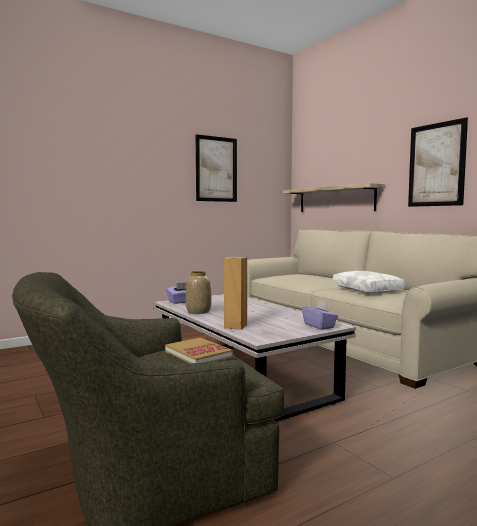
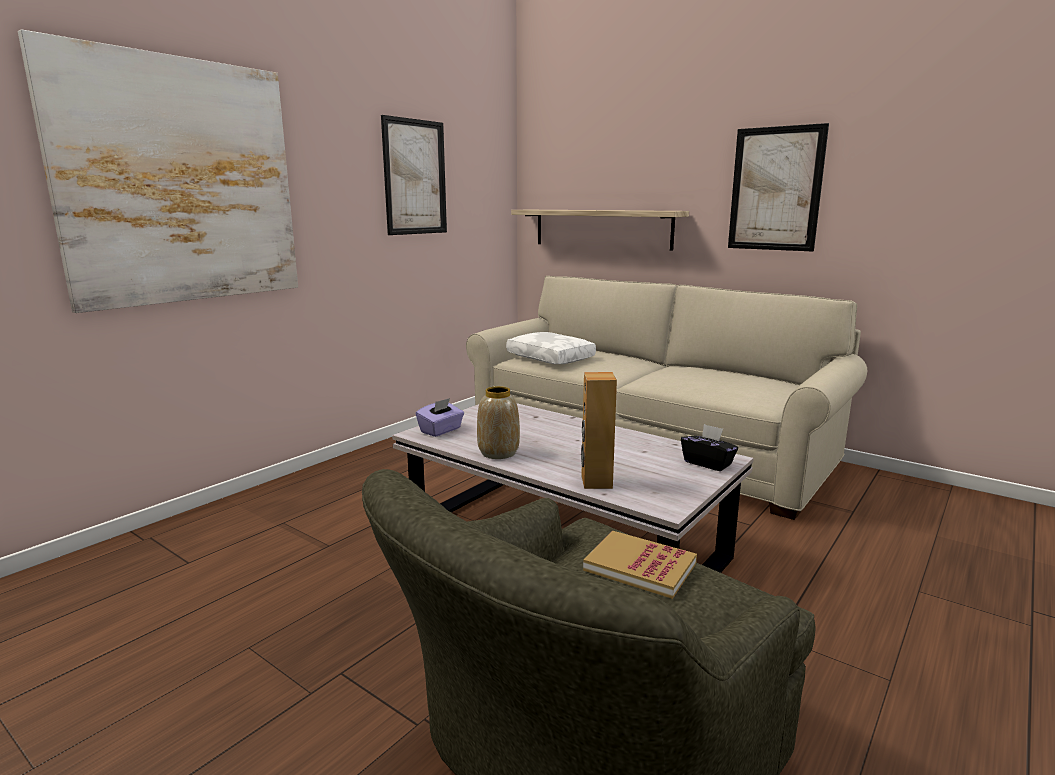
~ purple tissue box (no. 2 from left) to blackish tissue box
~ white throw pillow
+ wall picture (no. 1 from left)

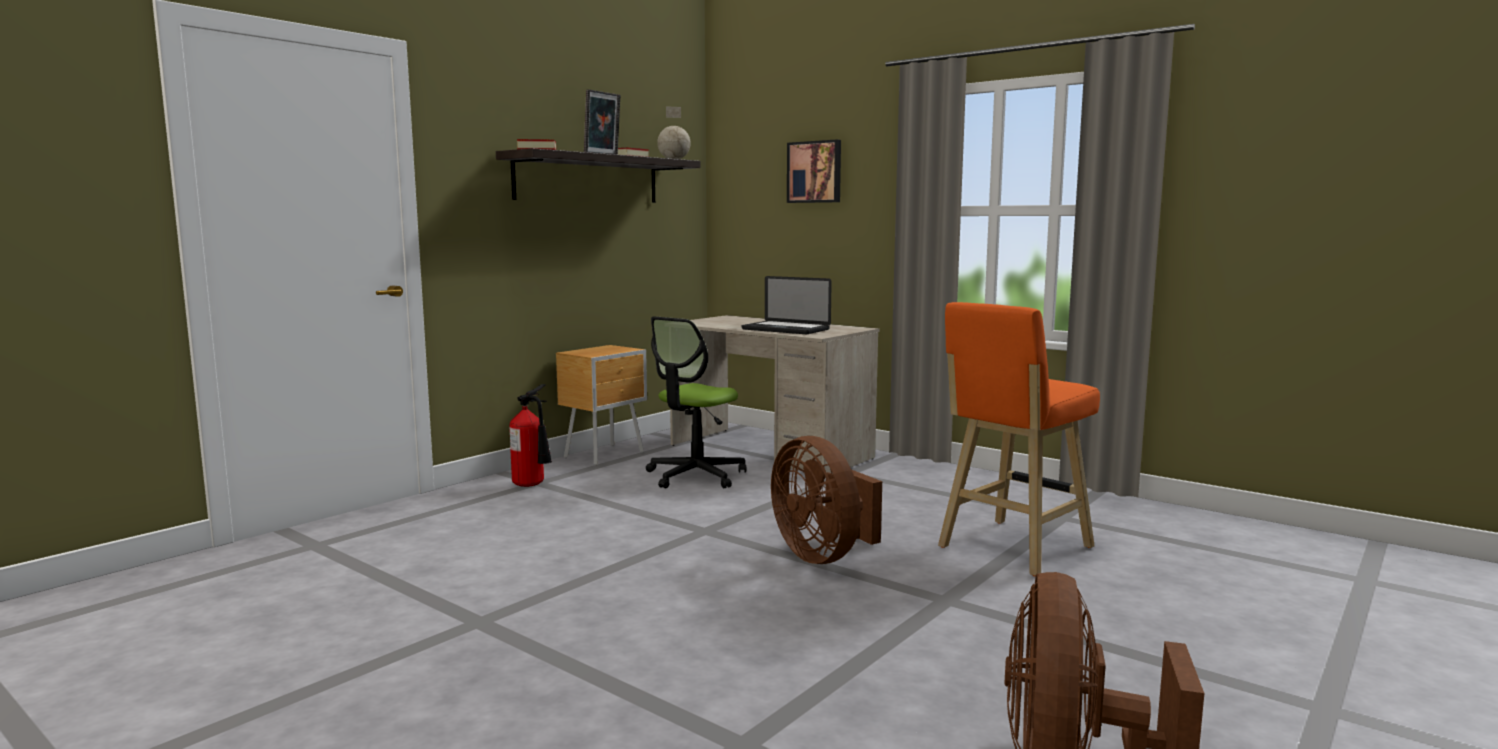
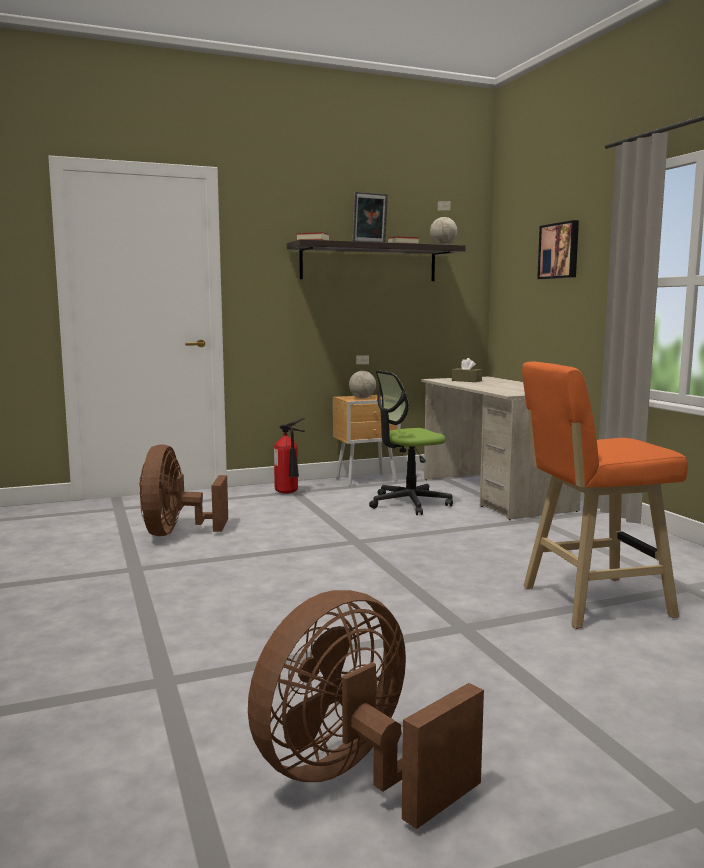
- portable computer
~ brown cooling fan (no. 1 from left)
+ world globe (no. 1 from left)
+ brown tissue box

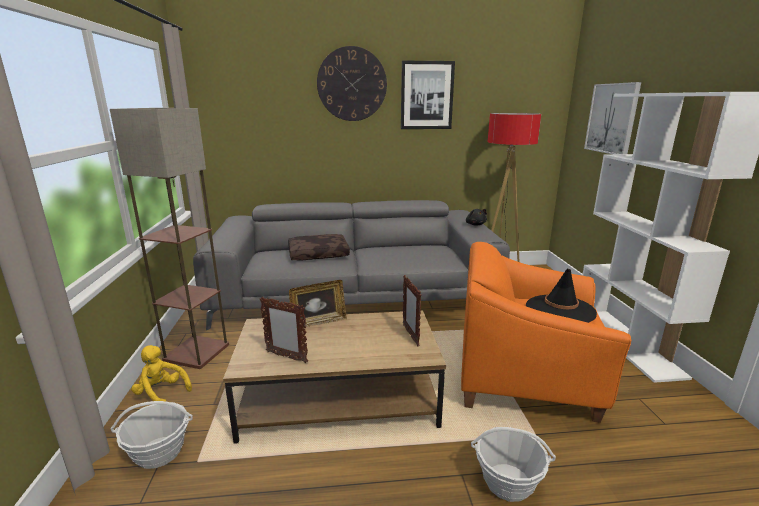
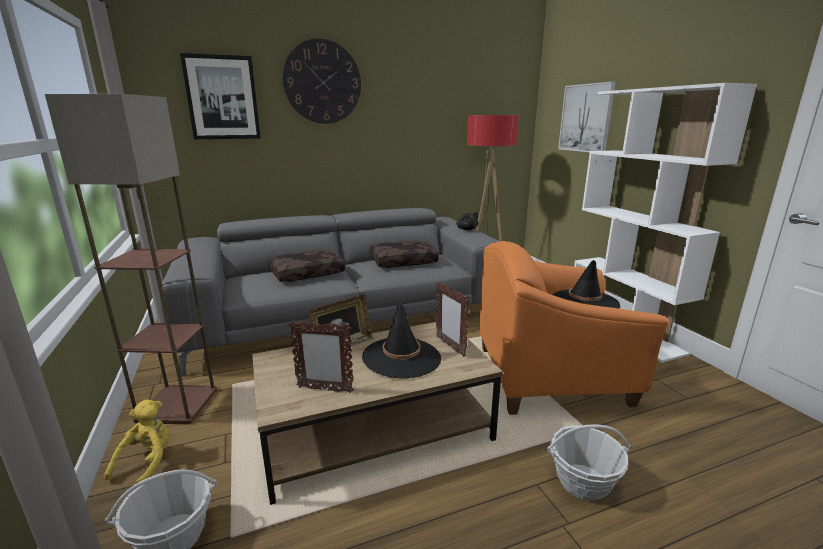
~ yellow soft toy 90 degrees clockwise
~ wall picture (no. 1 from left)
+ blackish clothing hat (no. 1 from left)
+ brown throw pillow (no. 2 from left)

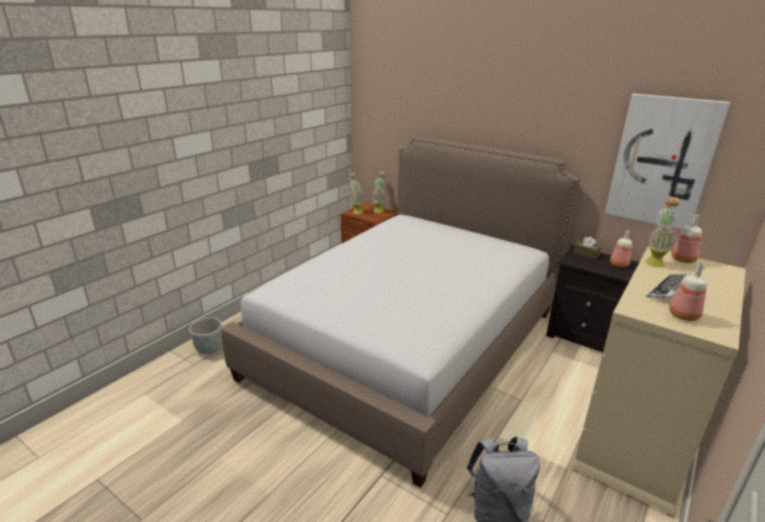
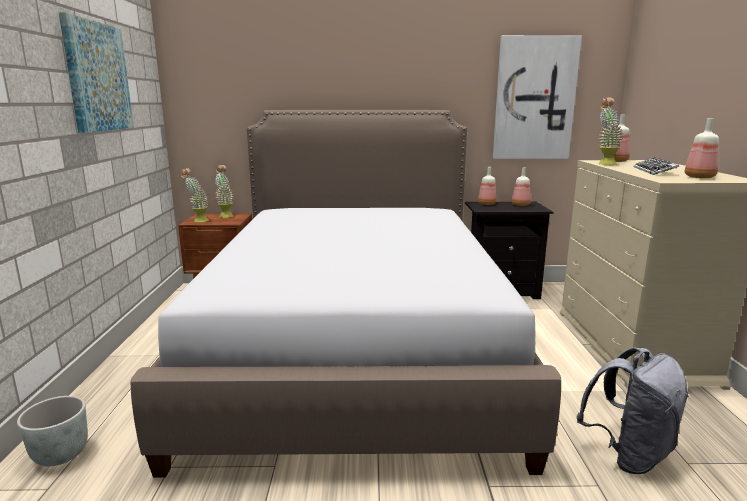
~ brown tissue box to drink bottle (no. 1 from left)
+ wall picture (no. 1 from left)

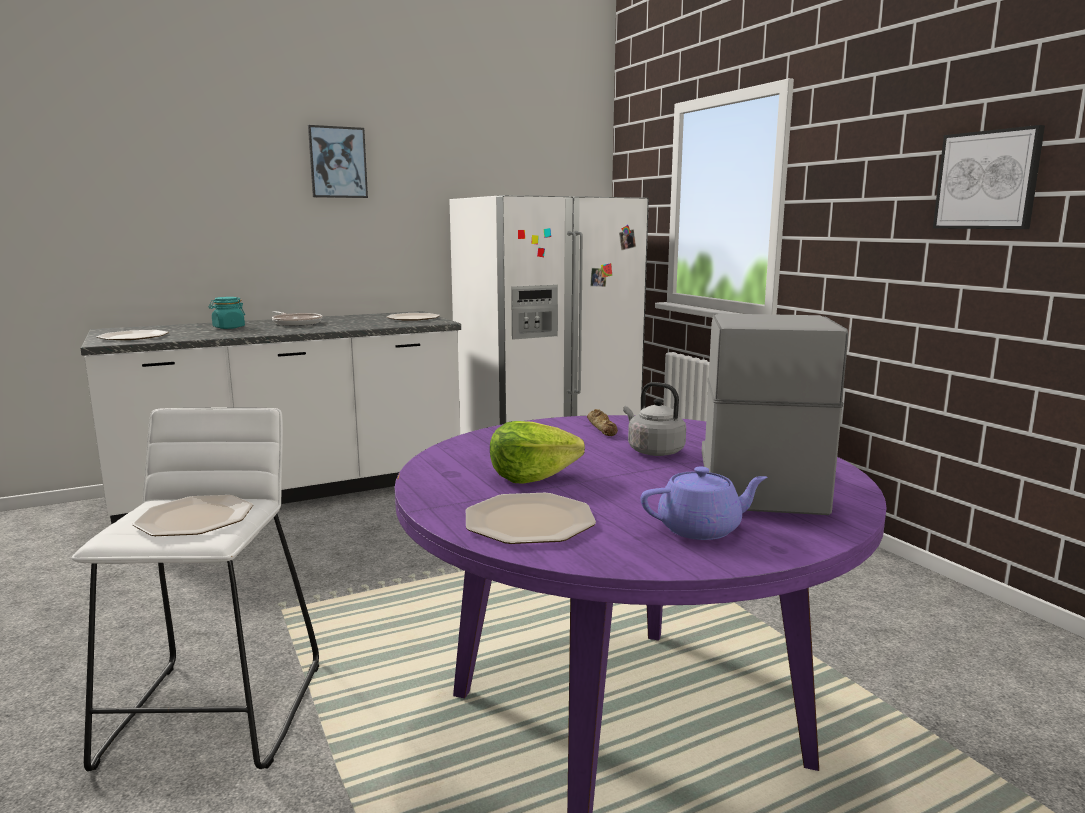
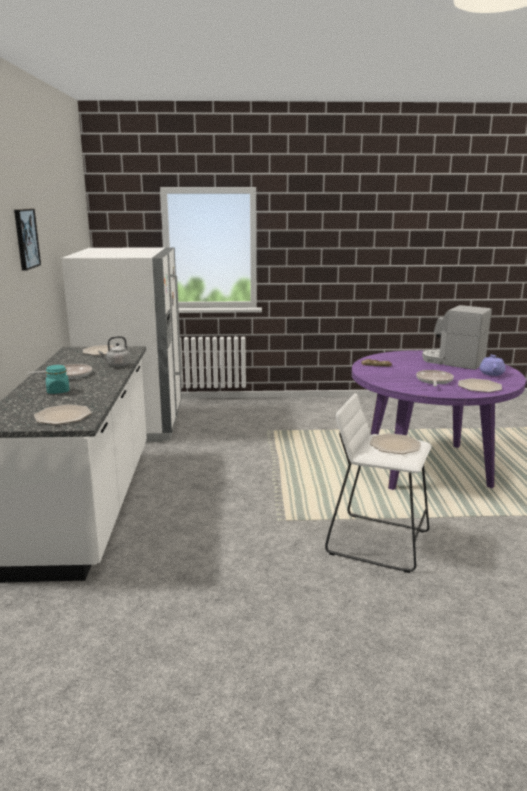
~ lettuce head to frying pan (no. 2 from left)
~ greyish tea kettle
- wall picture (no. 2 from left)

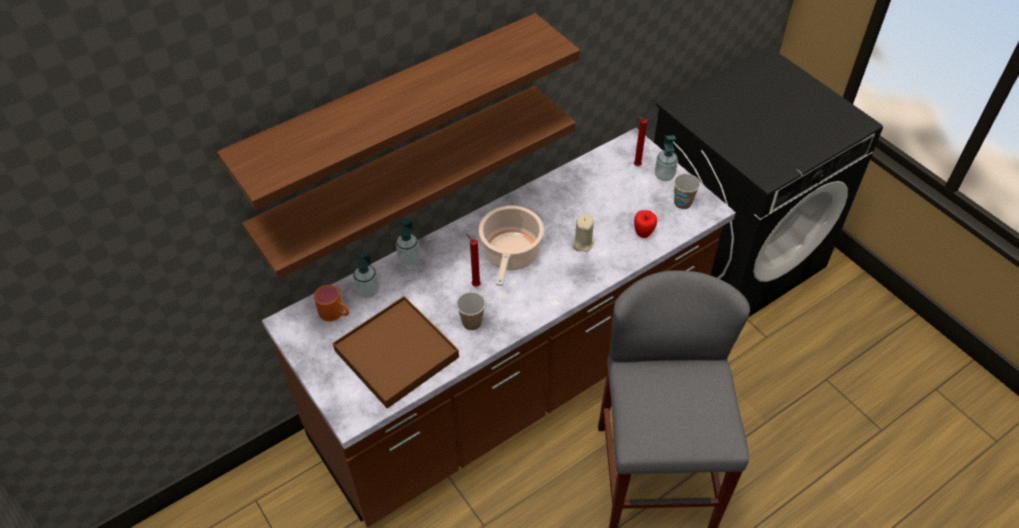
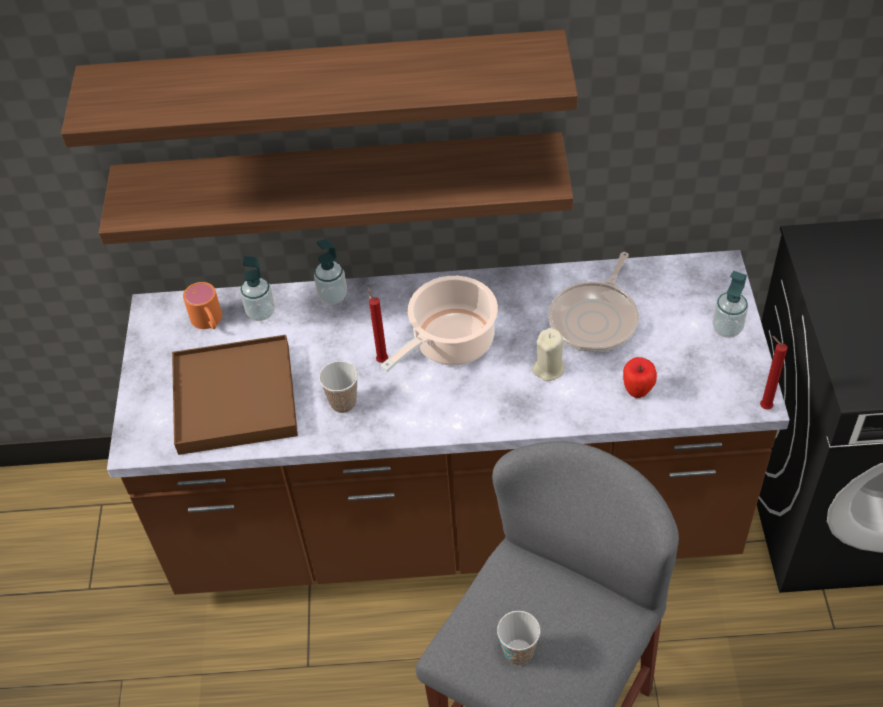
~ red candle (no. 2 from left)
~ cup (no. 2 from left)
+ frying pan

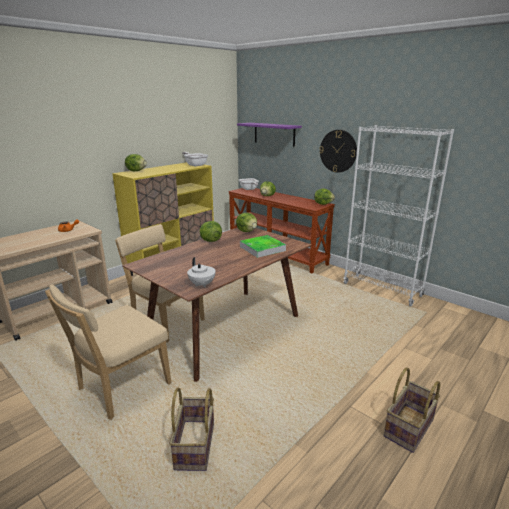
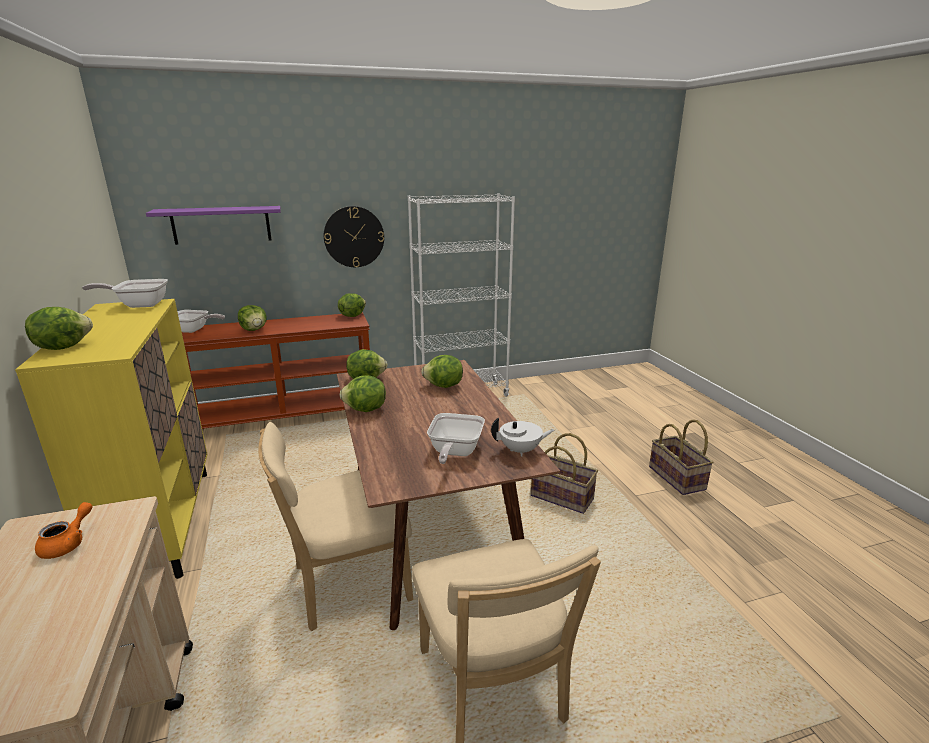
~ basket (no. 1 from left)
~ serving tray to lettuce head (no. 6 from left)
+ frying pan (no. 3 from left)

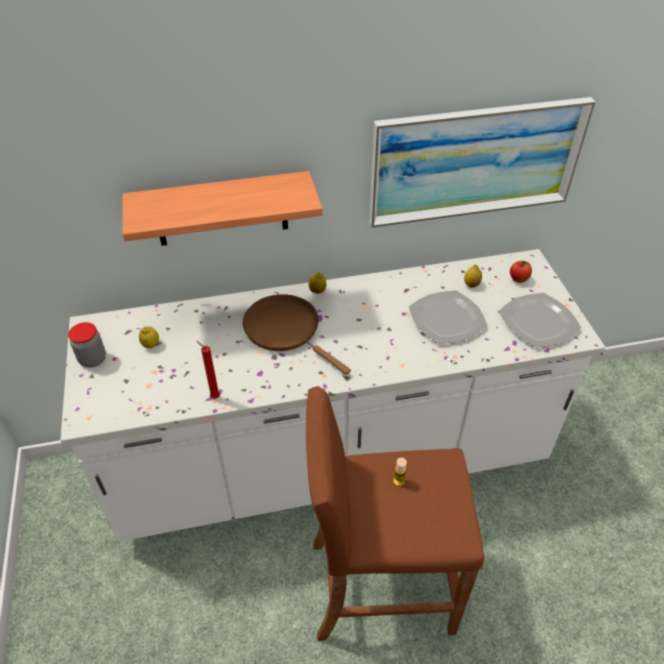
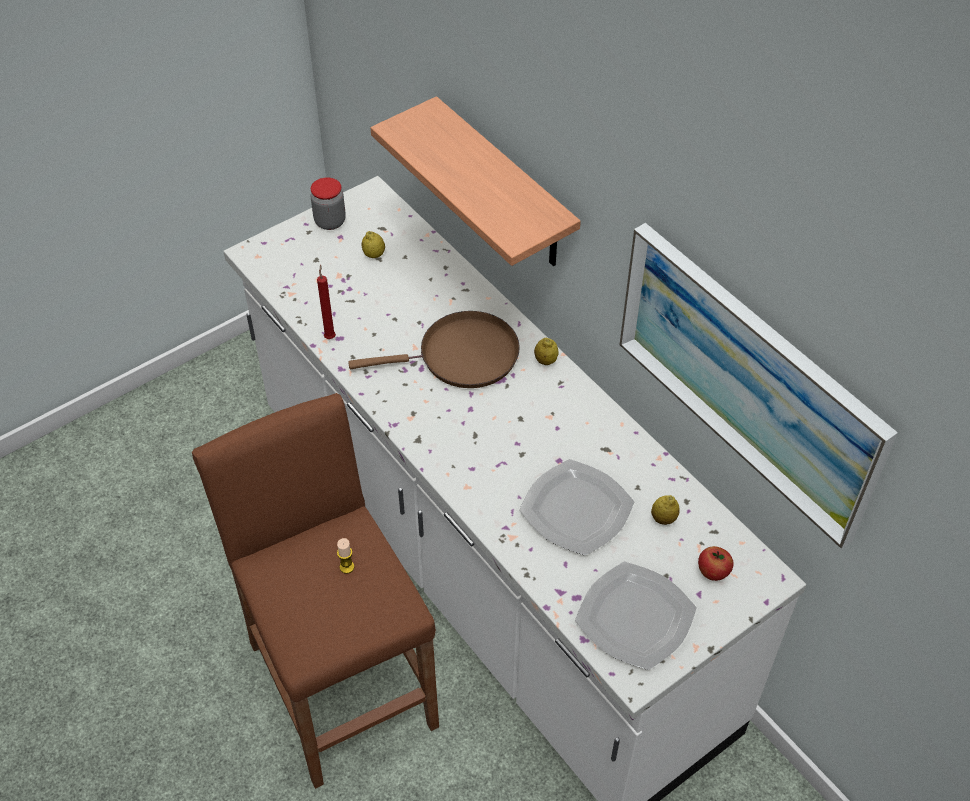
~ brown frying pan 60 degrees clockwise

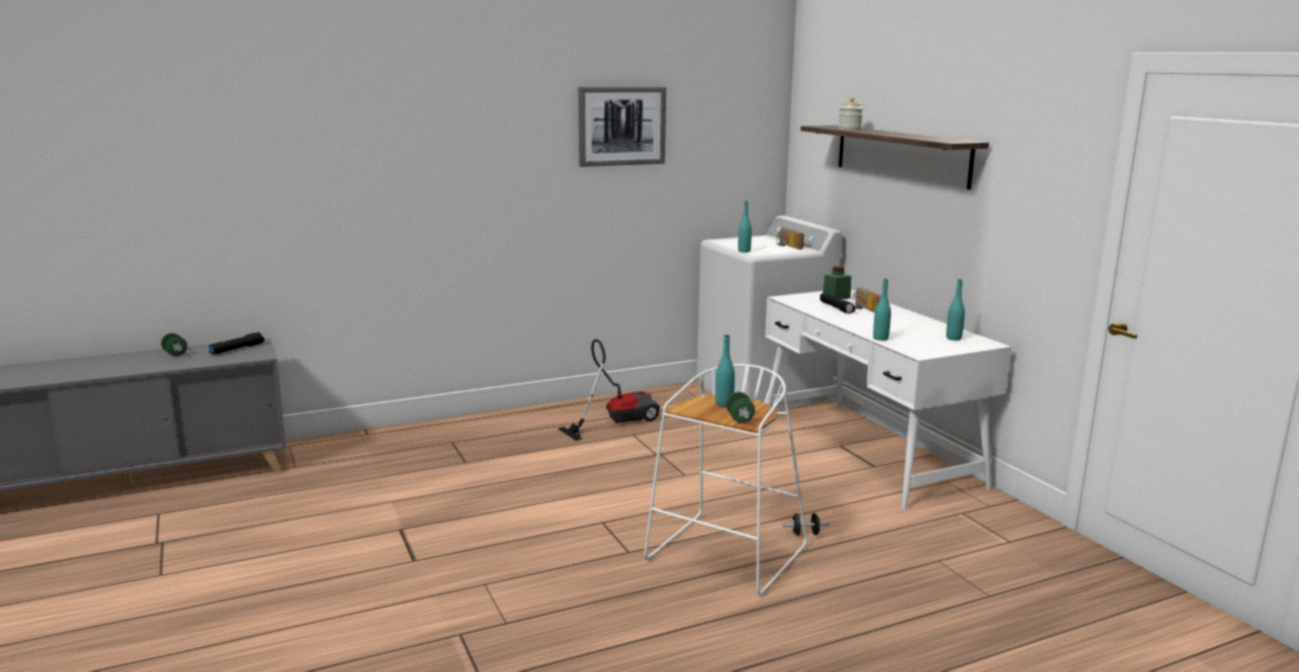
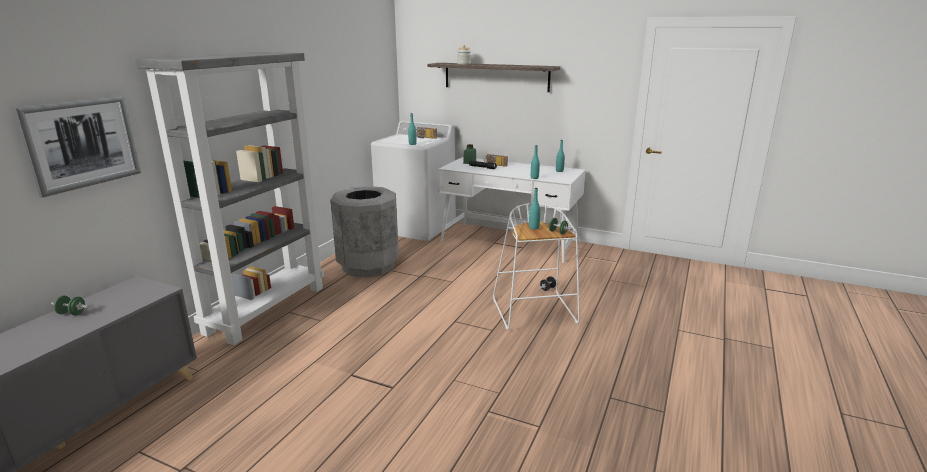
- blackish flashlight (no. 1 from left)
~ hoover to greyish rubbish bin
~ wall picture
+ greyish shelving unit

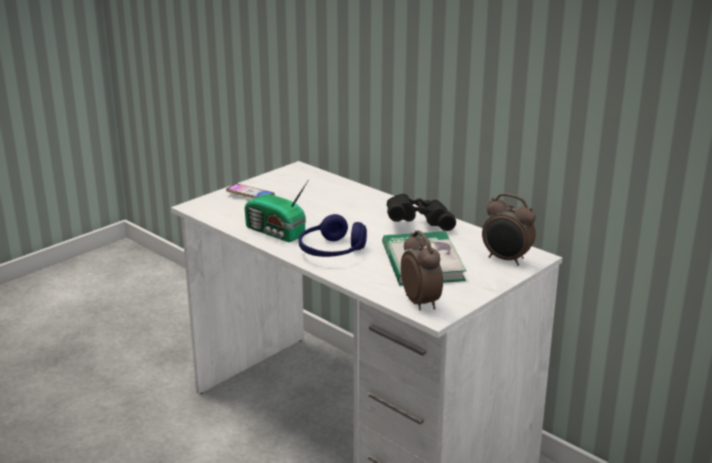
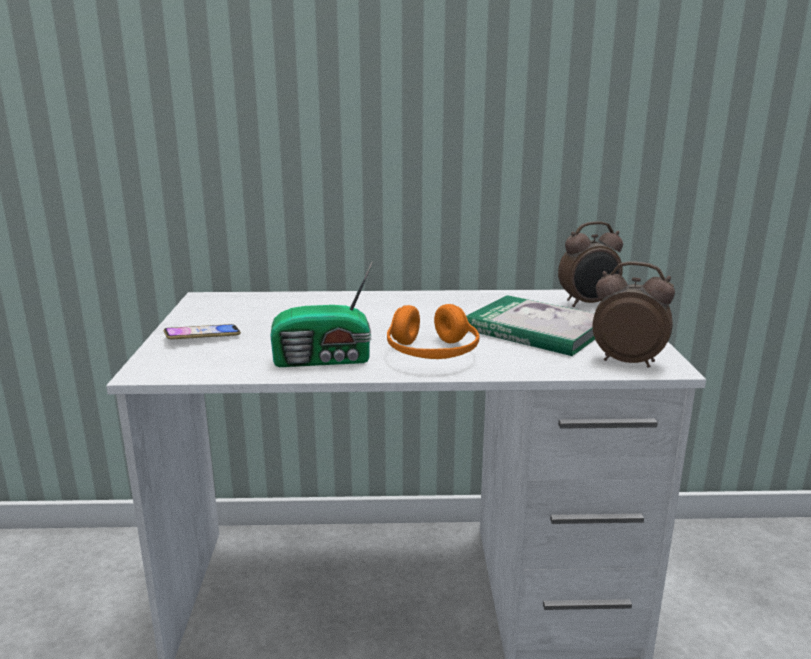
~ blue headphones to orange-coloured headphones
- blackish pair of binoculars

